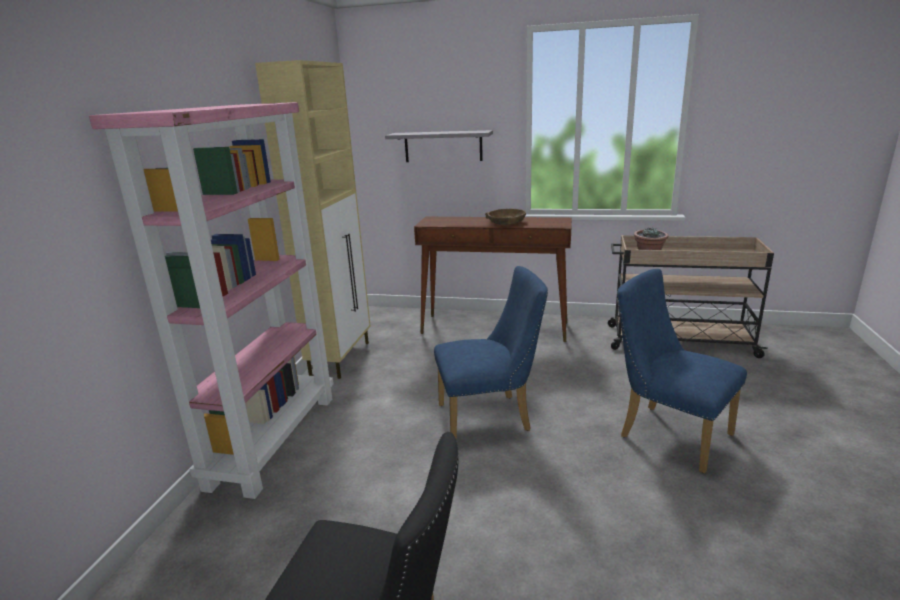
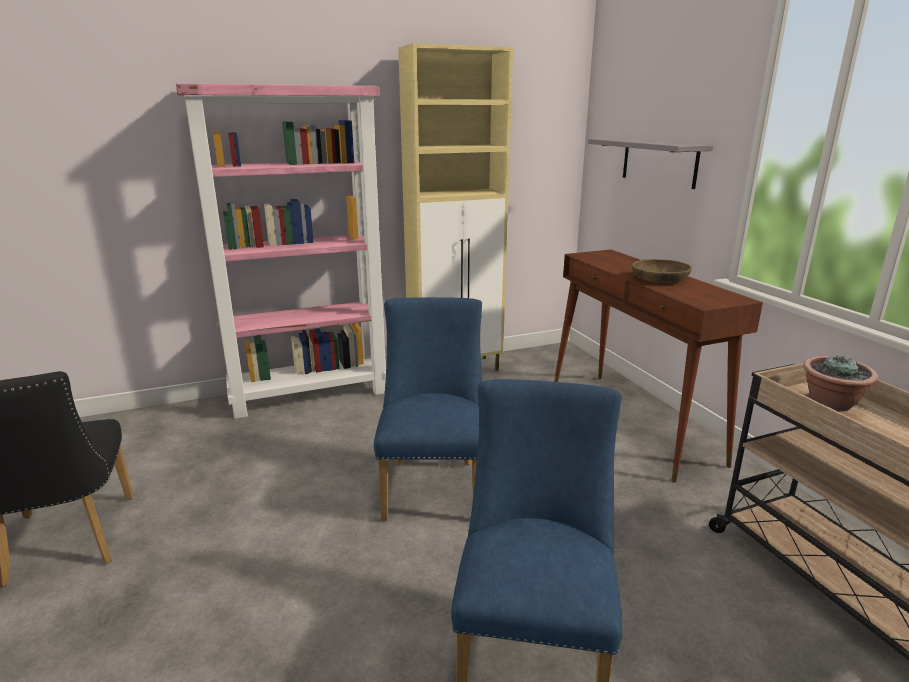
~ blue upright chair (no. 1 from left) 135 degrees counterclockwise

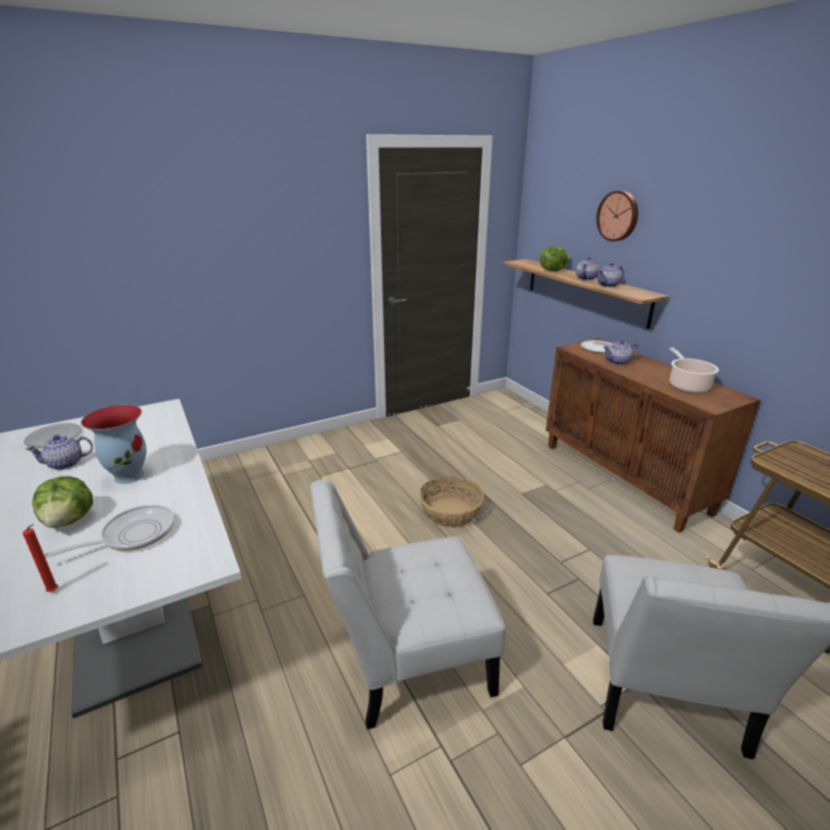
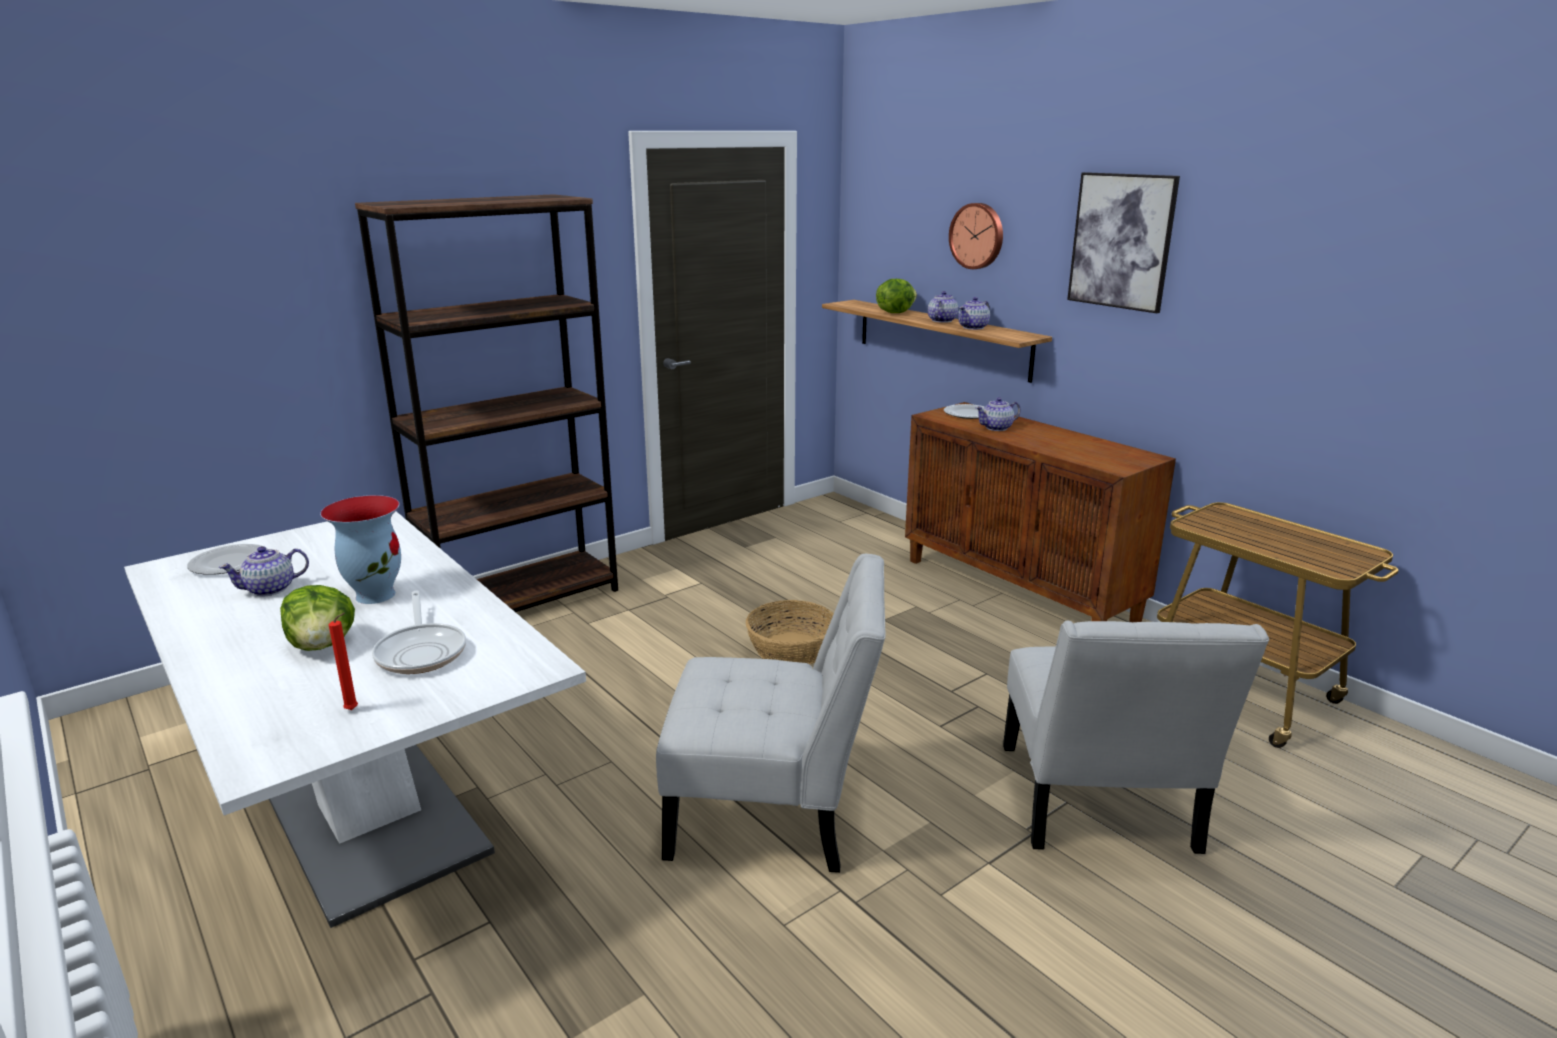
~ frying pan 120 degrees clockwise
~ white upright chair (no. 1 from left) 150 degrees counterclockwise
- saucepot
+ brown shelving unit
+ wall picture

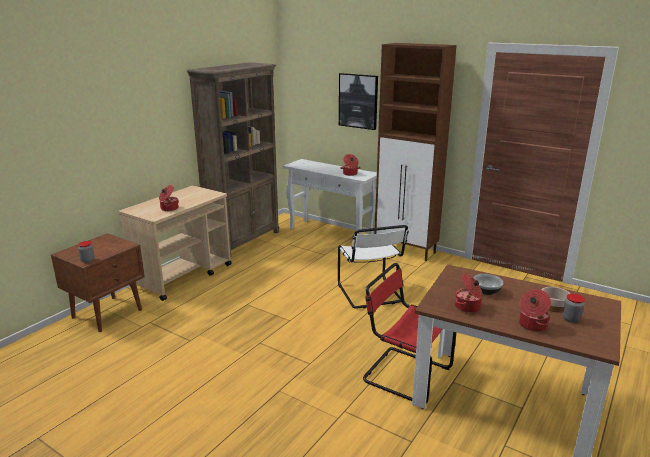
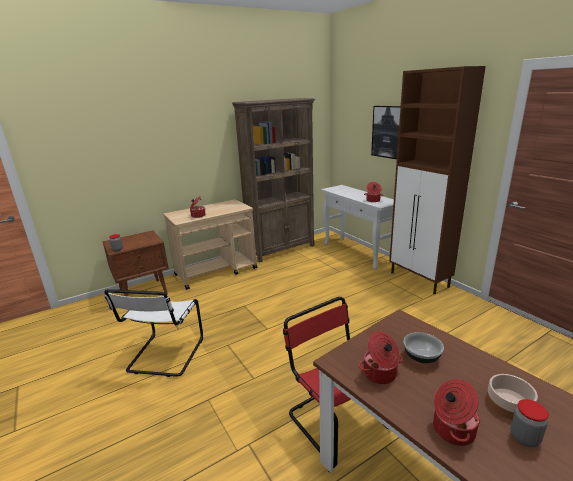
~ white upright chair

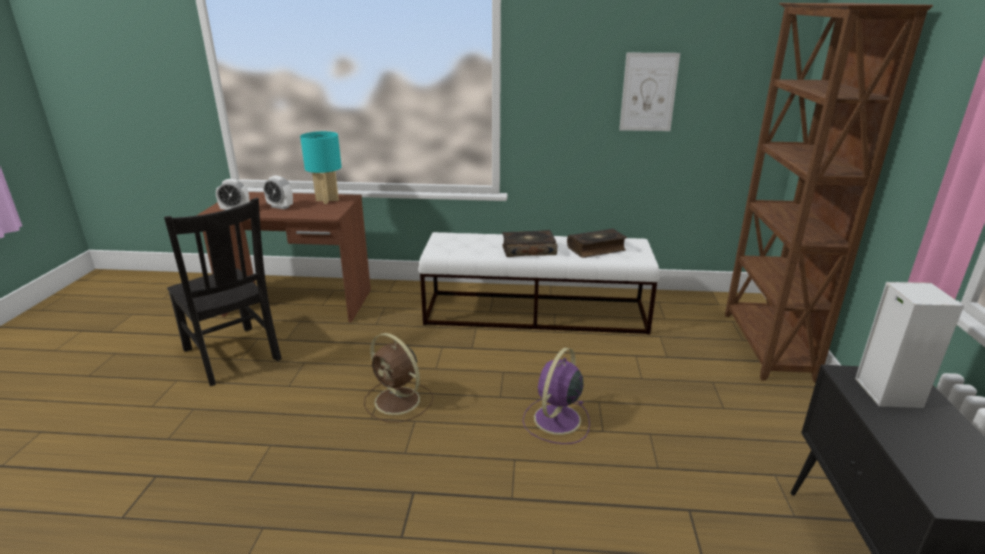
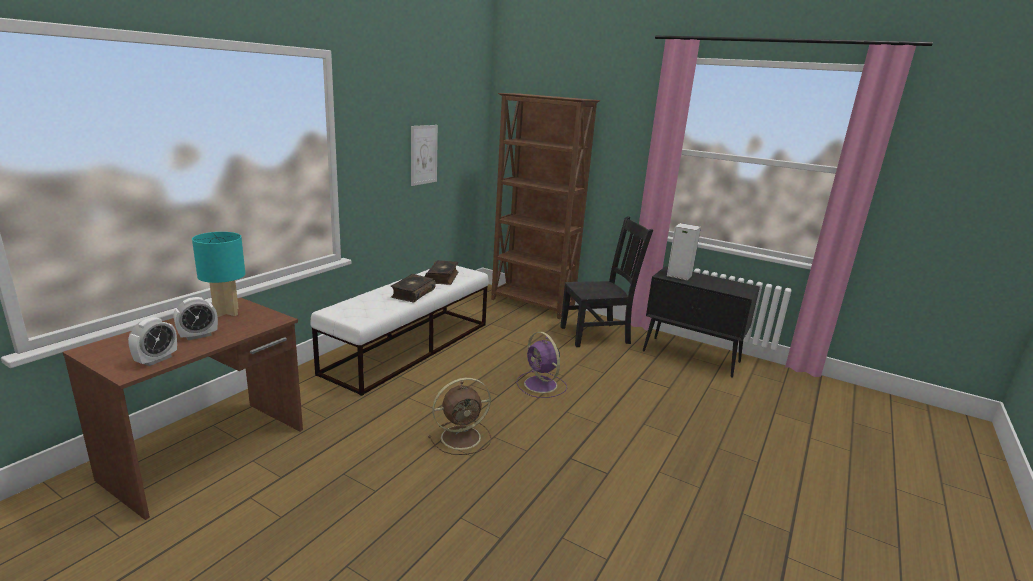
~ blackish upright chair

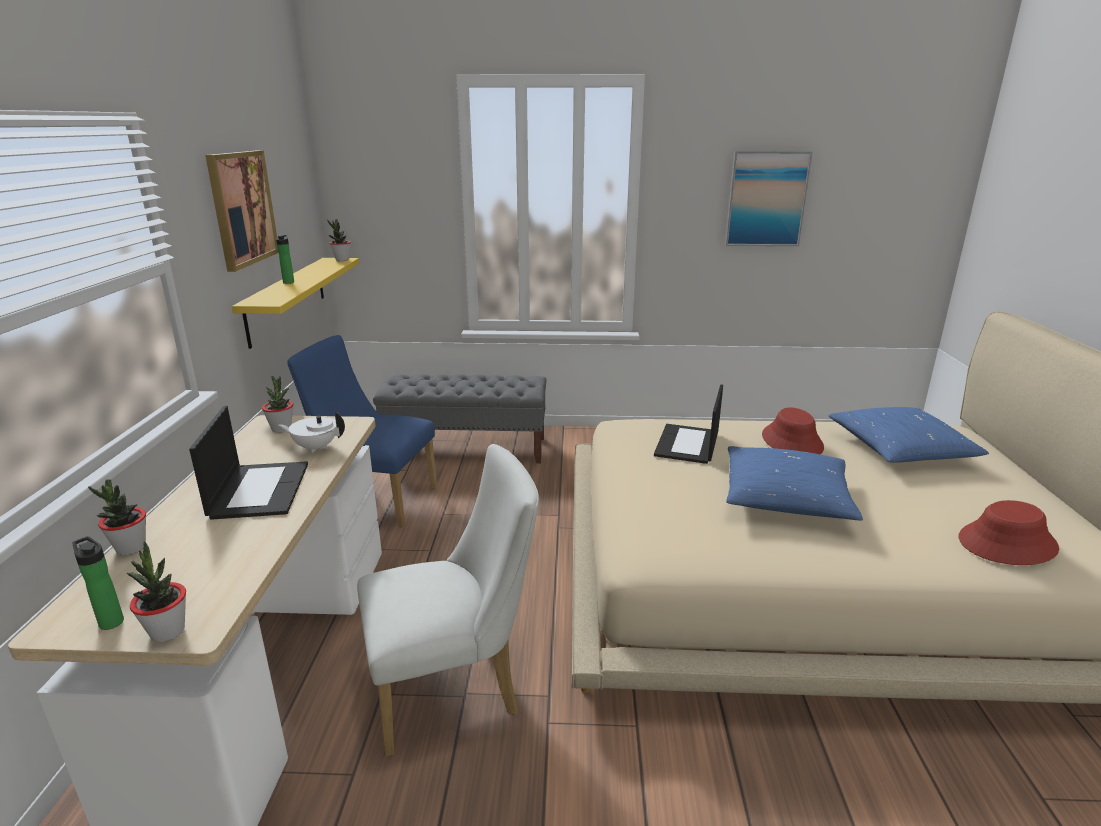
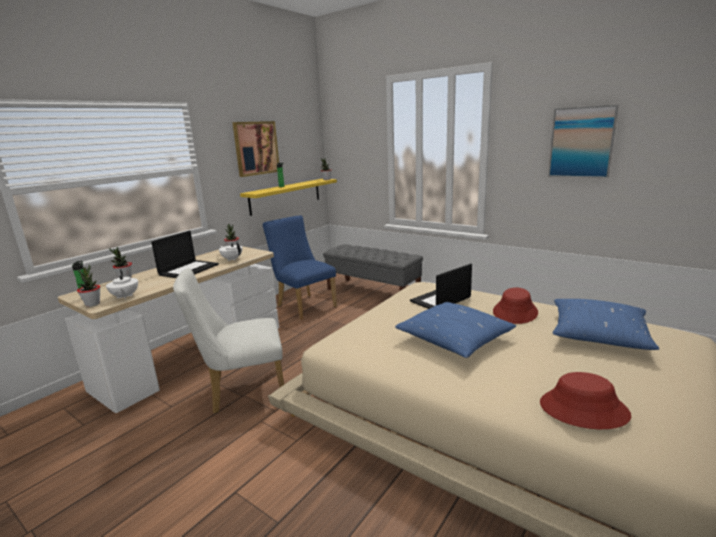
~ white upright chair 150 degrees clockwise
+ white teapot (no. 1 from left)

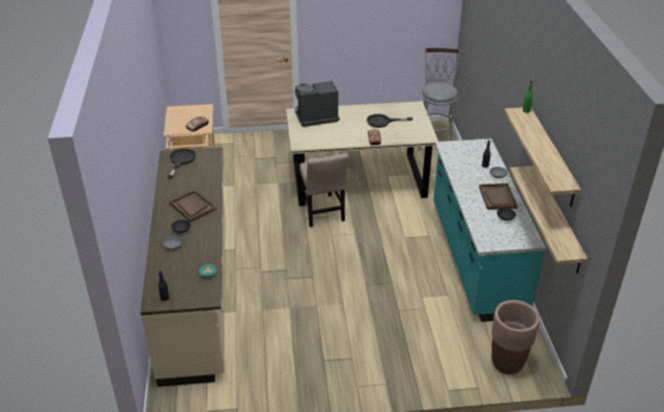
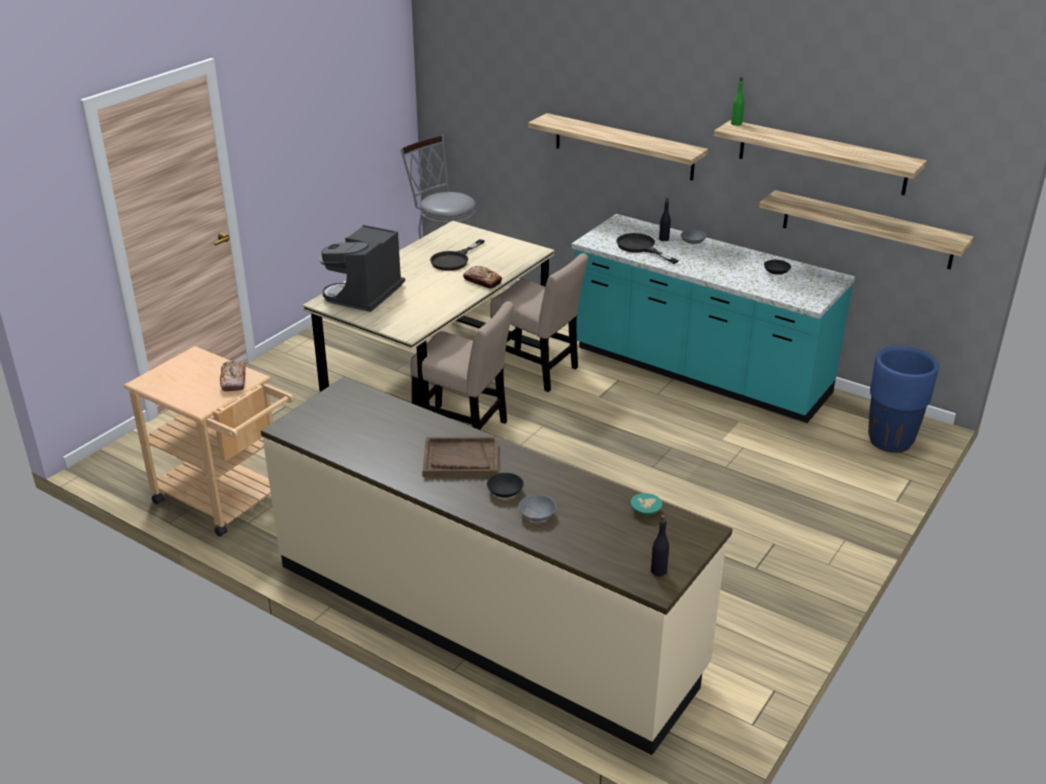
~ blackish frying pan (no. 1 from left in the first image) to blackish frying pan (no. 2 from left)
- brown serving tray (no. 2 from left)
~ brown flower pot to blue flower pot
+ beige-coloured upright chair (no. 2 from left)
+ bracket shelf (no. 1 from left)

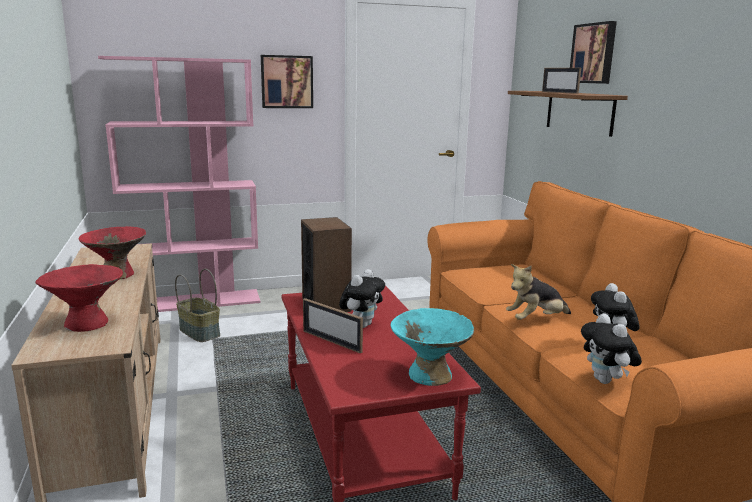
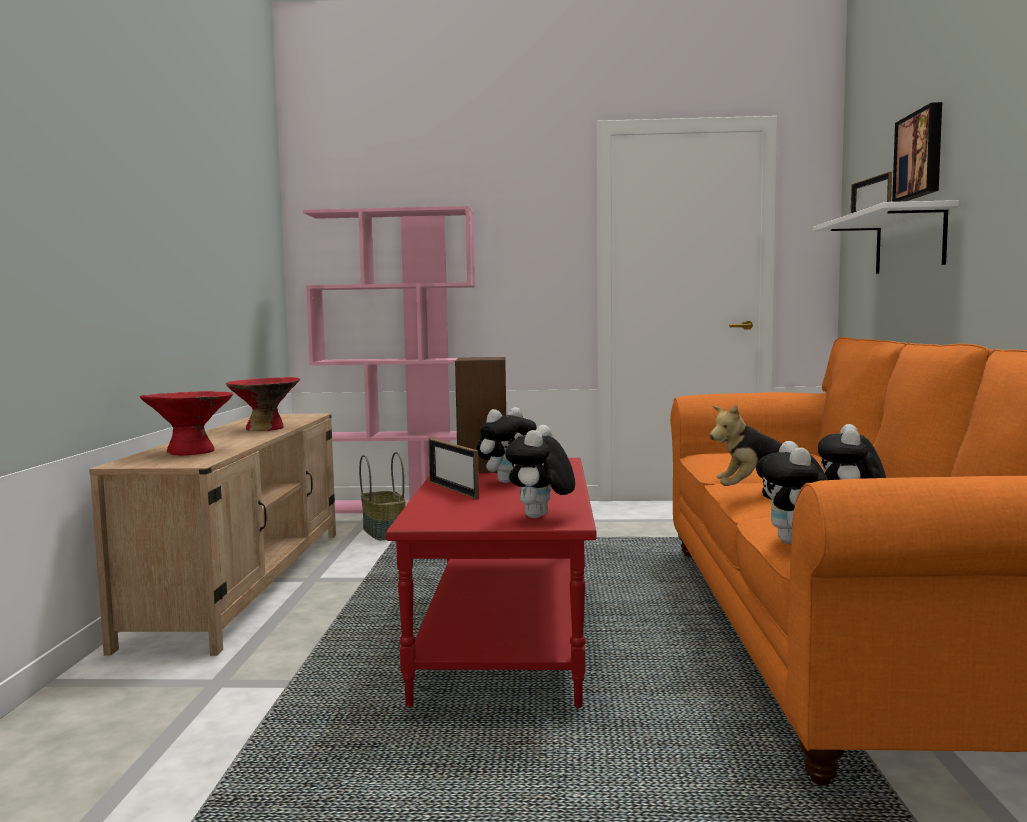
- wall picture (no. 1 from left)
~ turquoise deep dish to soft toy (no. 2 from left)
~ brown bracket shelf to white bracket shelf

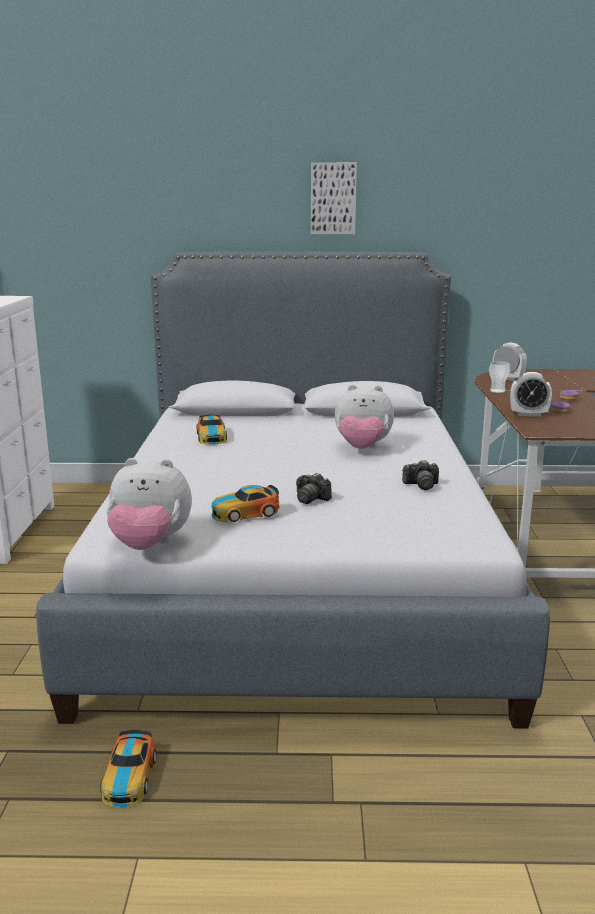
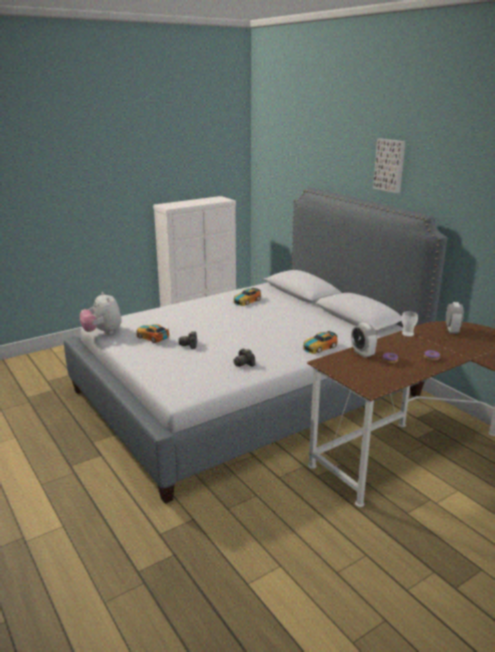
~ toy car (no. 1 from left in the first image) to toy car (no. 3 from left)
- soft toy (no. 2 from left)

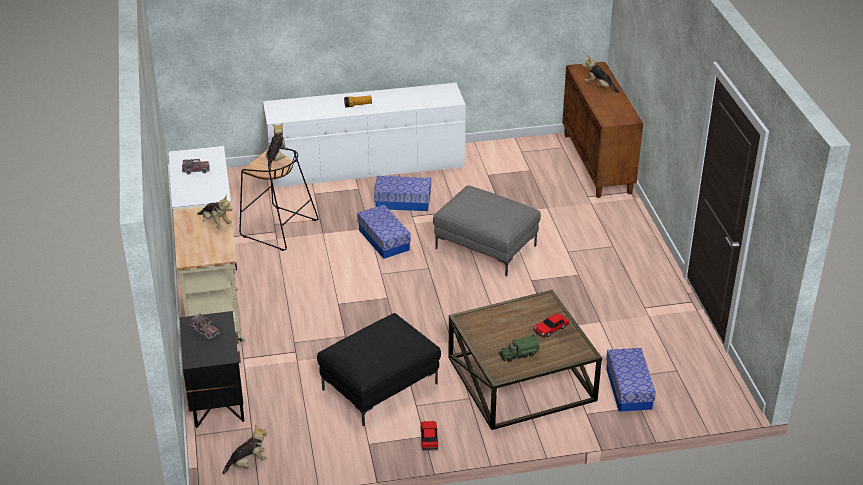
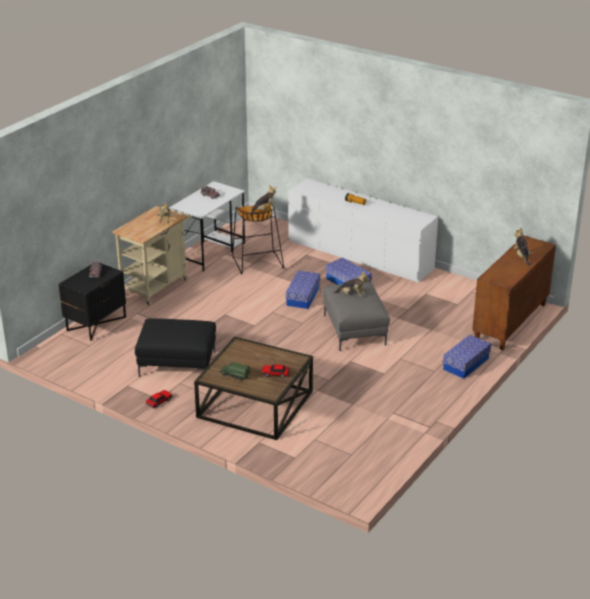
~ soft toy (no. 2 from left in the first image) to soft toy (no. 3 from left)
~ storage box (no. 3 from left)

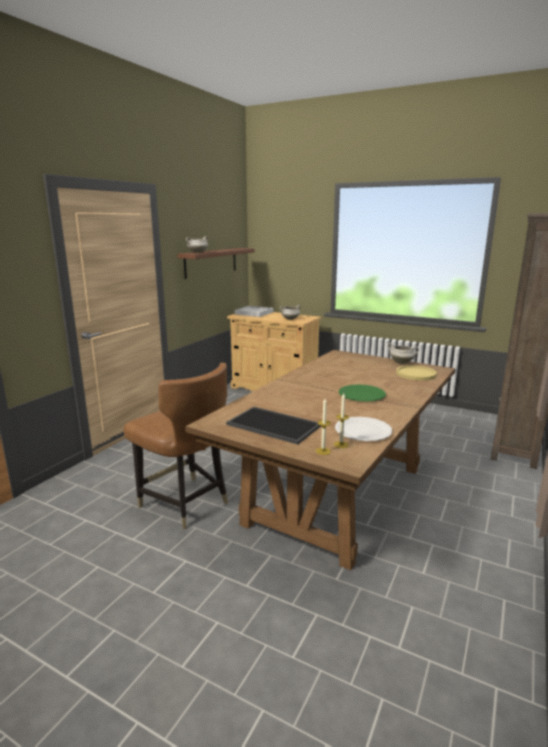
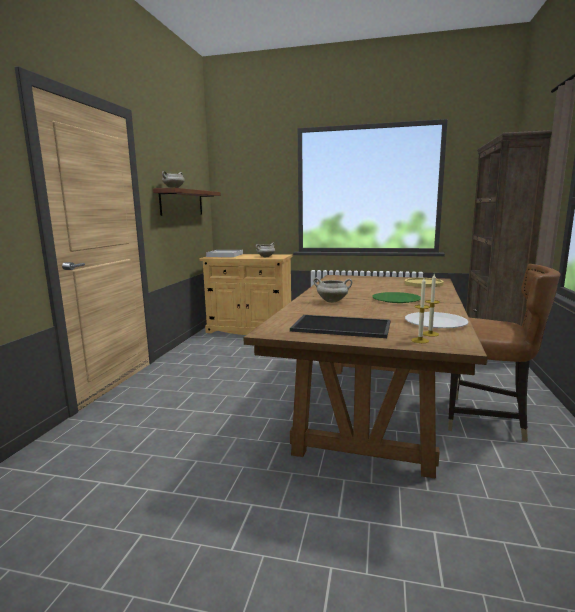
~ brown upright chair
~ white saucepot (no. 3 from left)

